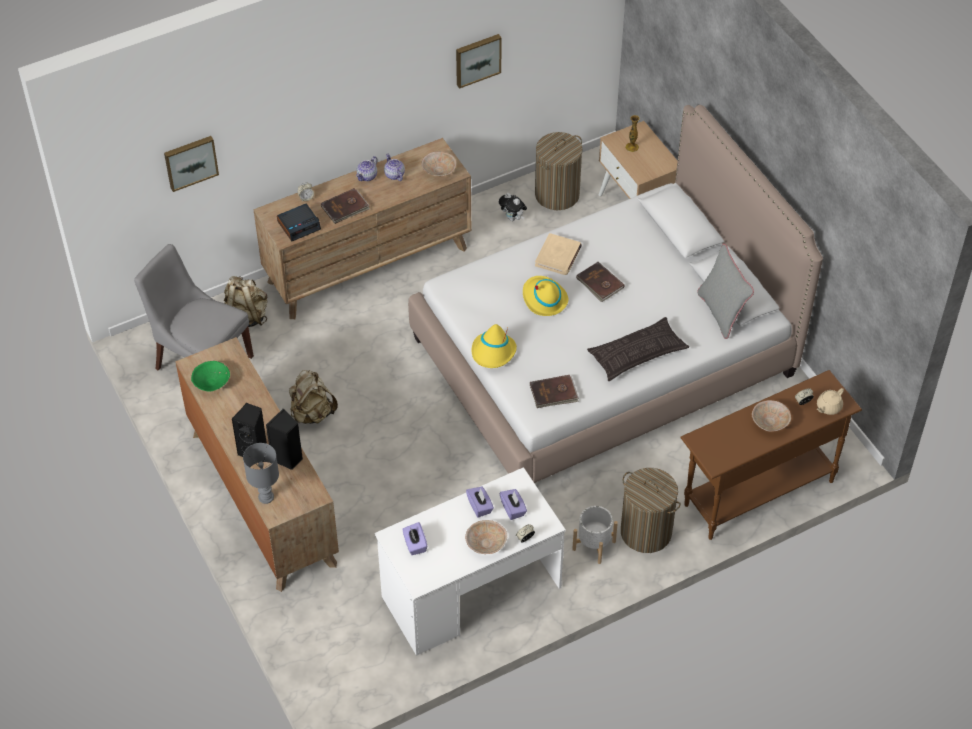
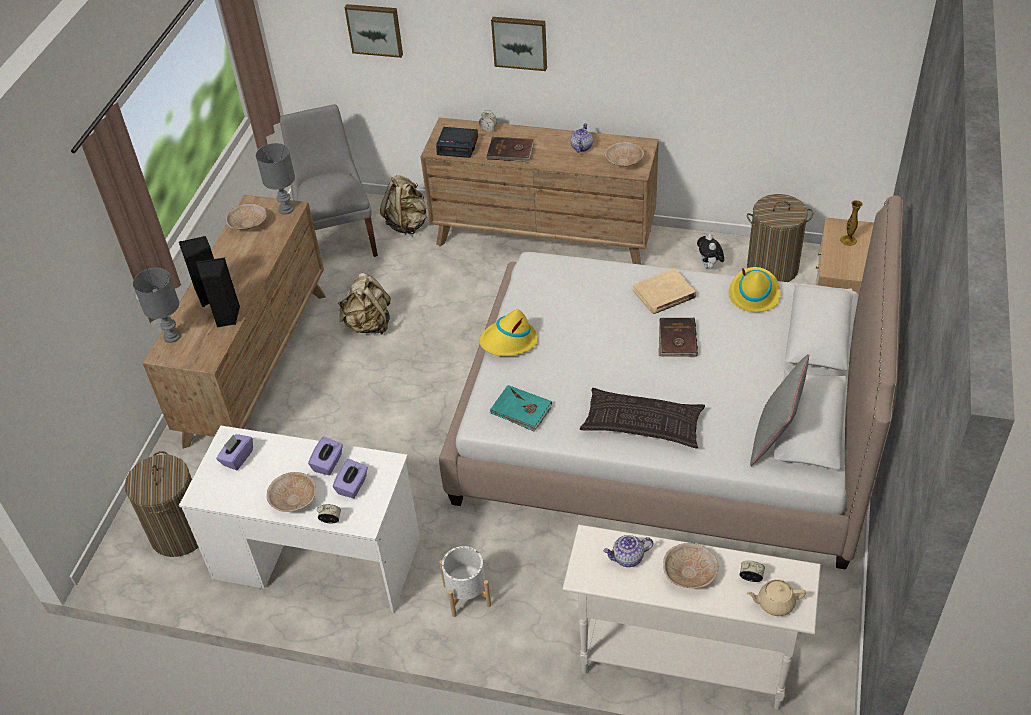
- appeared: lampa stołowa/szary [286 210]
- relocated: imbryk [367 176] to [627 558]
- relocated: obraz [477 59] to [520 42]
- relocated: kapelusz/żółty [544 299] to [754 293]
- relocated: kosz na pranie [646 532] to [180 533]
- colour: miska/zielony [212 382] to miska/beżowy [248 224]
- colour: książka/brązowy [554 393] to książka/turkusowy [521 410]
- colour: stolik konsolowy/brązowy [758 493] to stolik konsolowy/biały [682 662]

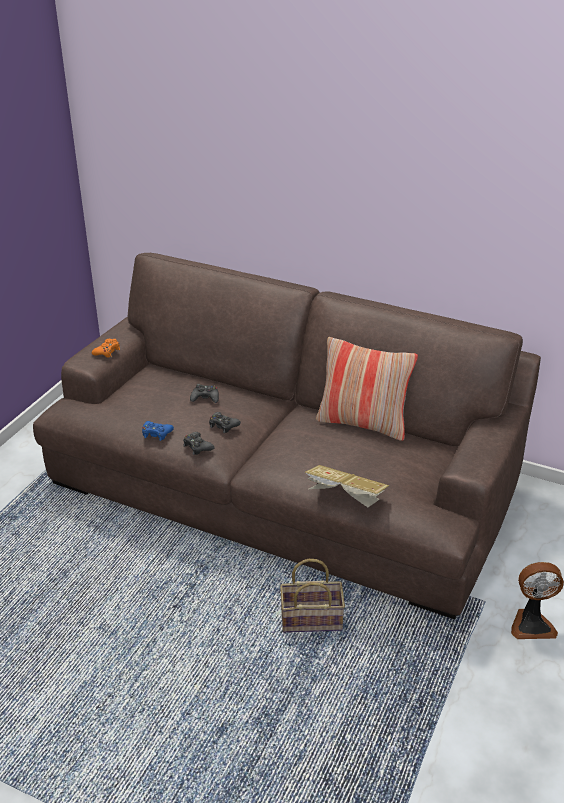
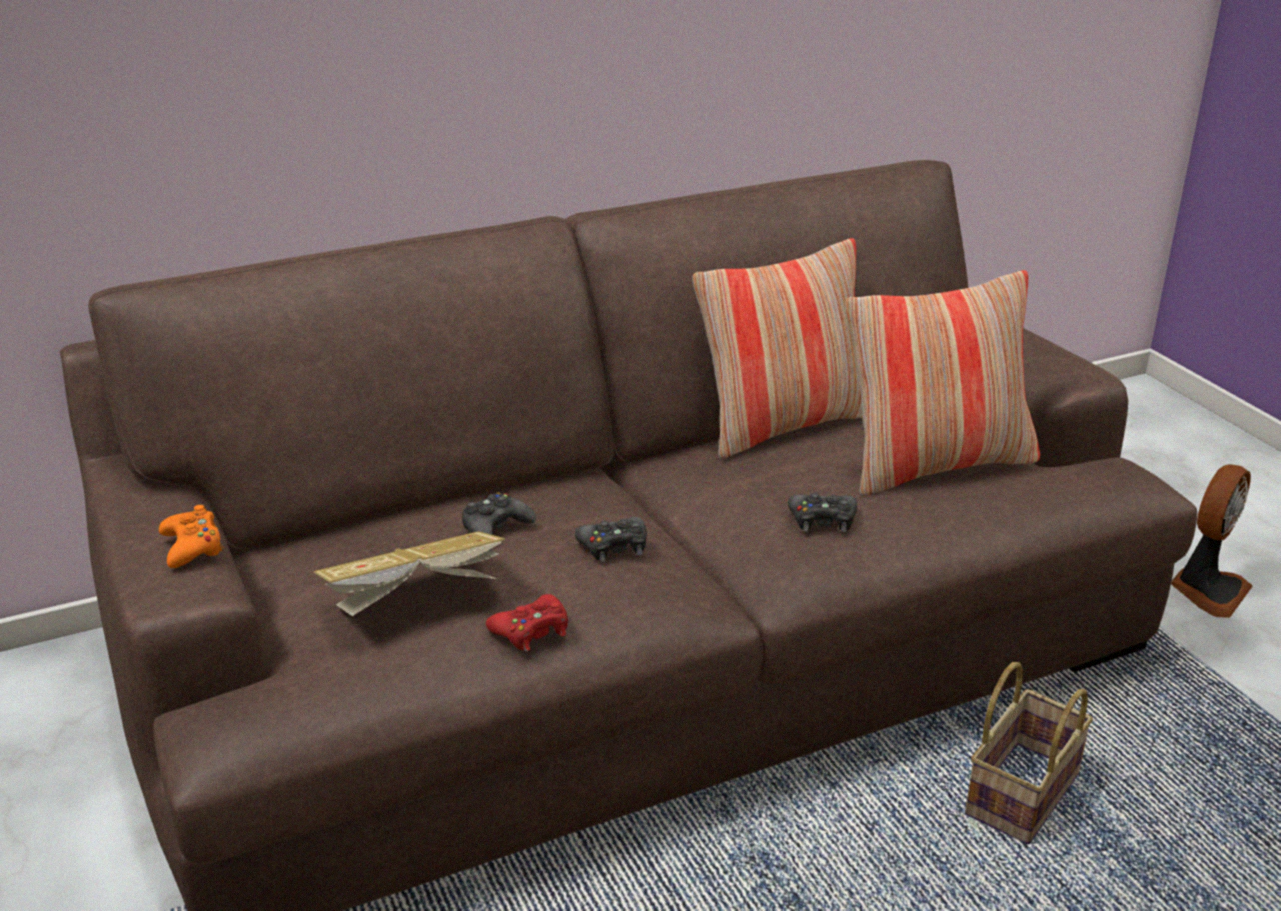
- appeared: poduszka [936 464]
- relocated: pad do gier/czarny [197 447] to [822 520]
- relocated: książka [345 498] to [414 602]
- colour: pad do gier/niebieski [156 433] to pad do gier/czerwony [531 631]

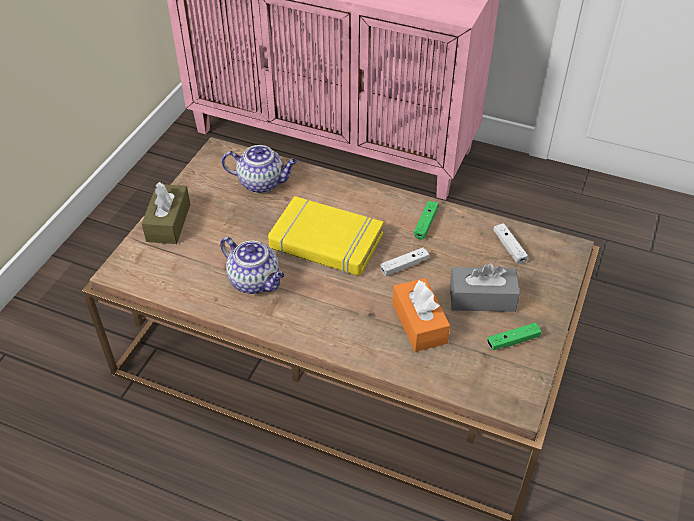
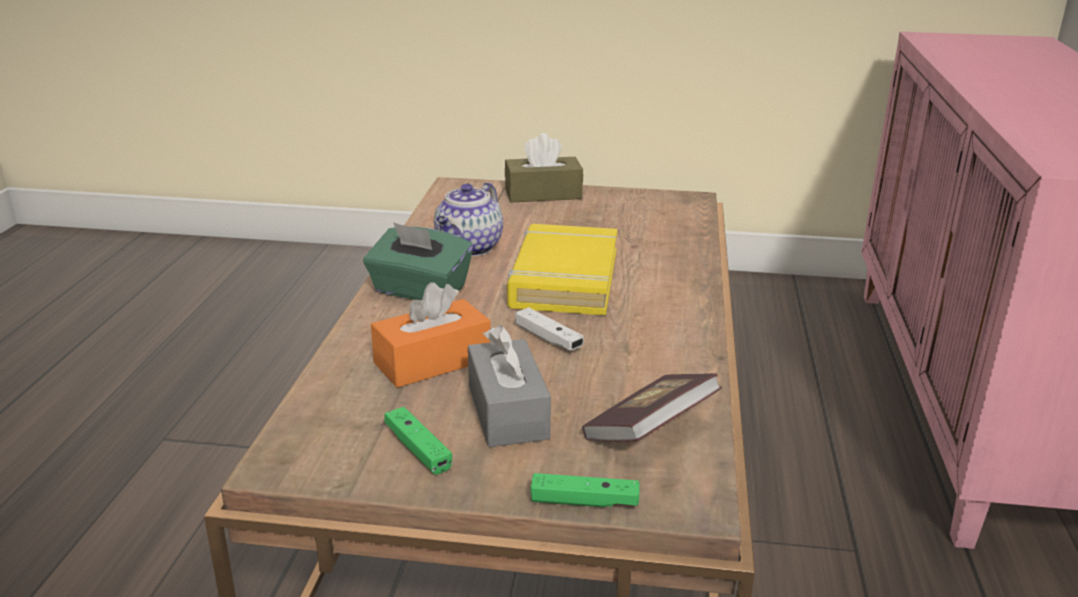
- missing: imbryk [262 183]
- appeared: pudełko chusteczek/zielony [419 291]
- relocated: pad do gier/zielony [425 224] to [584 501]
- exchanged: pad do gier/biały [509 247] to książka [650 430]

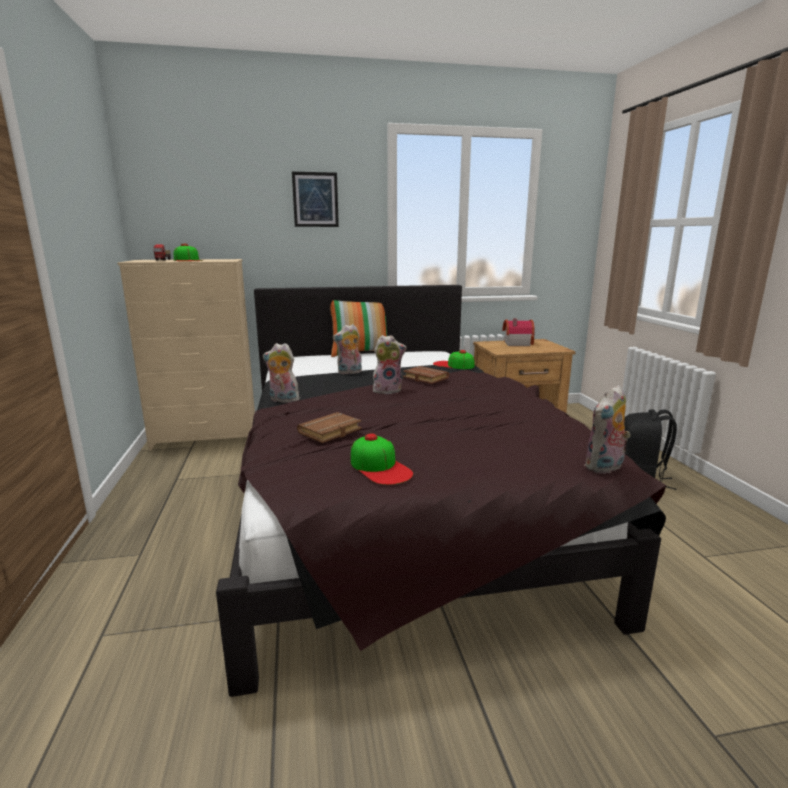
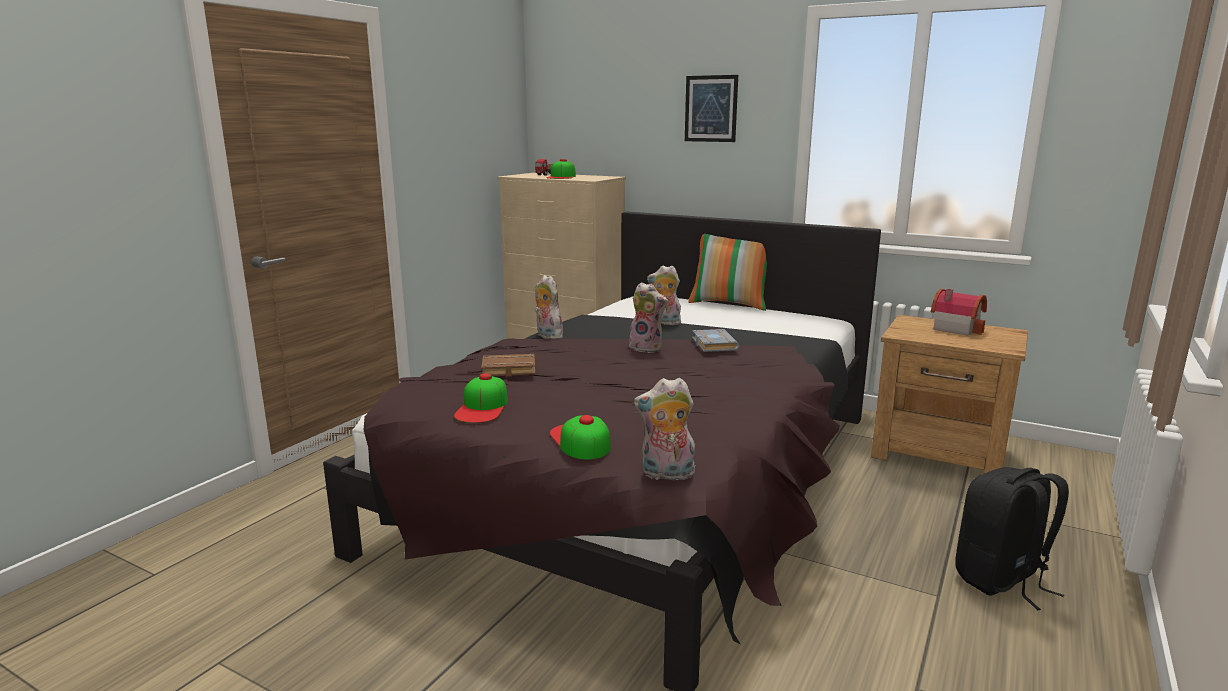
- relocated: czapka z daszkiem [453 365] to [580 440]
- colour: książka/brązowy [424 378] to książka/szary [712 344]

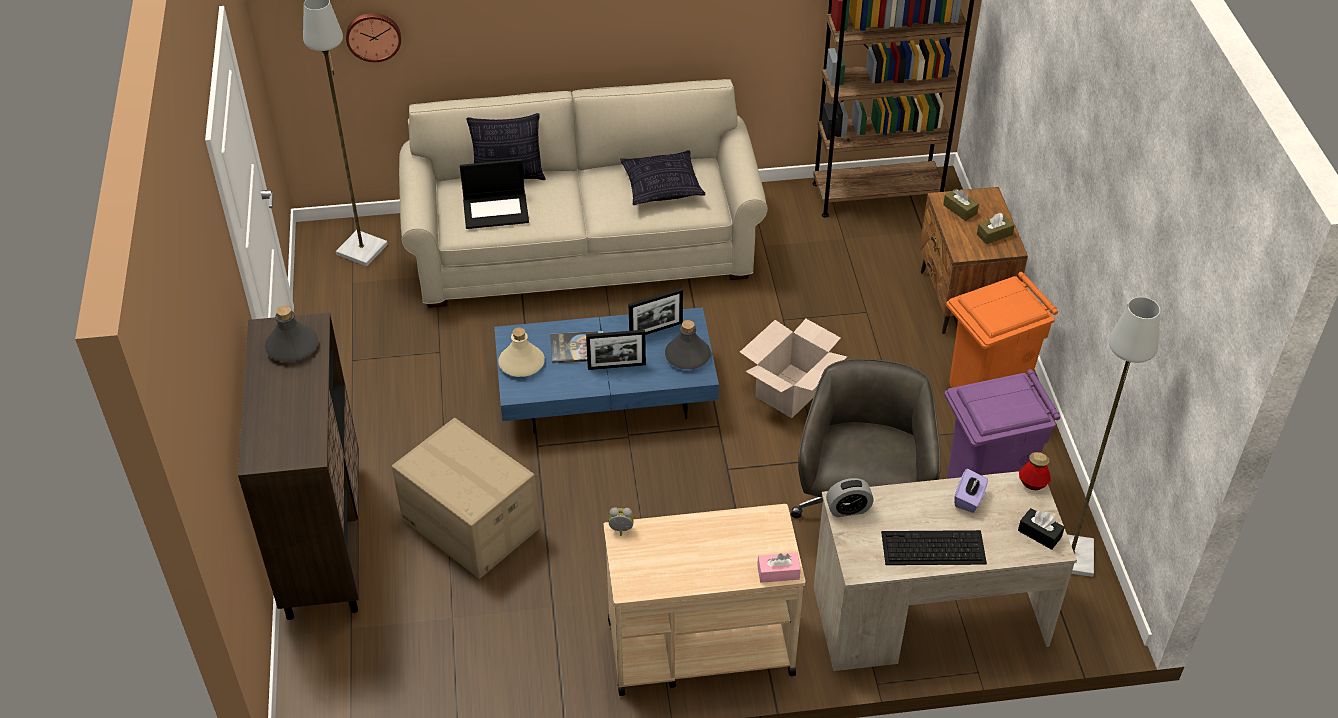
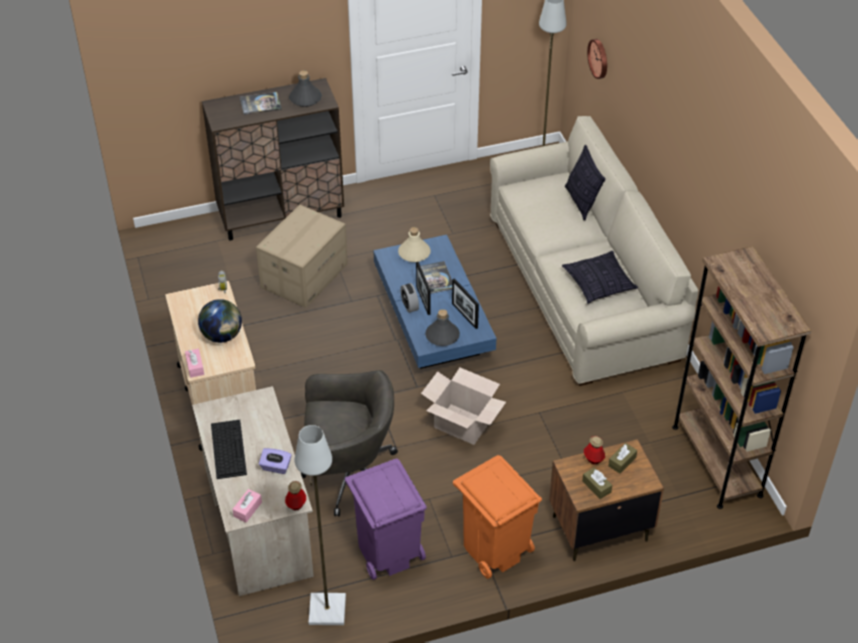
- missing: laptop [496 210]
- appeared: globus [222 335]
- appeared: książka [260 104]
- appeared: butelka [593 459]
- relocated: budzik [848 509] to [409 305]
- colour: pudełko chusteczek/czarny [1039 534] to pudełko chusteczek/różowy [247 509]

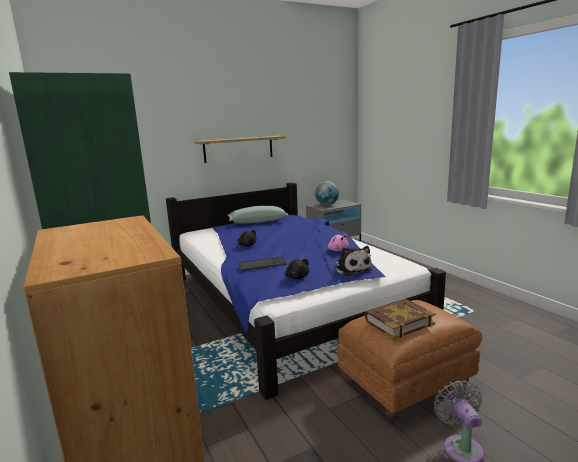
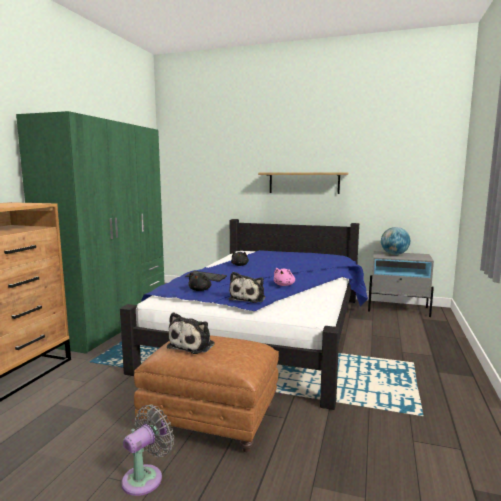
- missing: poduszka/zielony [258 221]
- exchanged: książka [399 322] to pluszak [193 345]

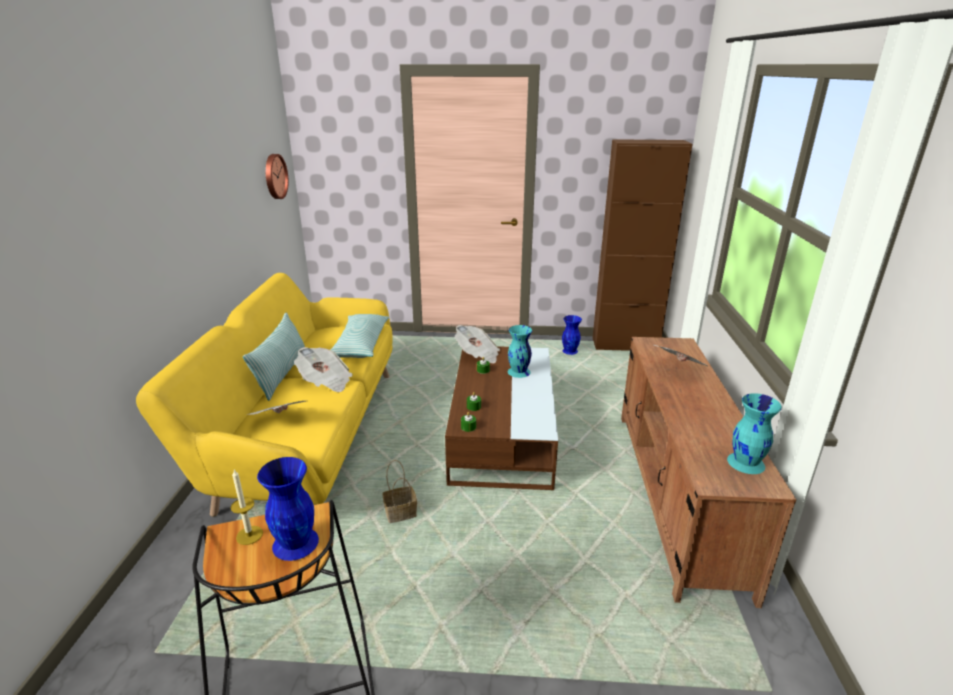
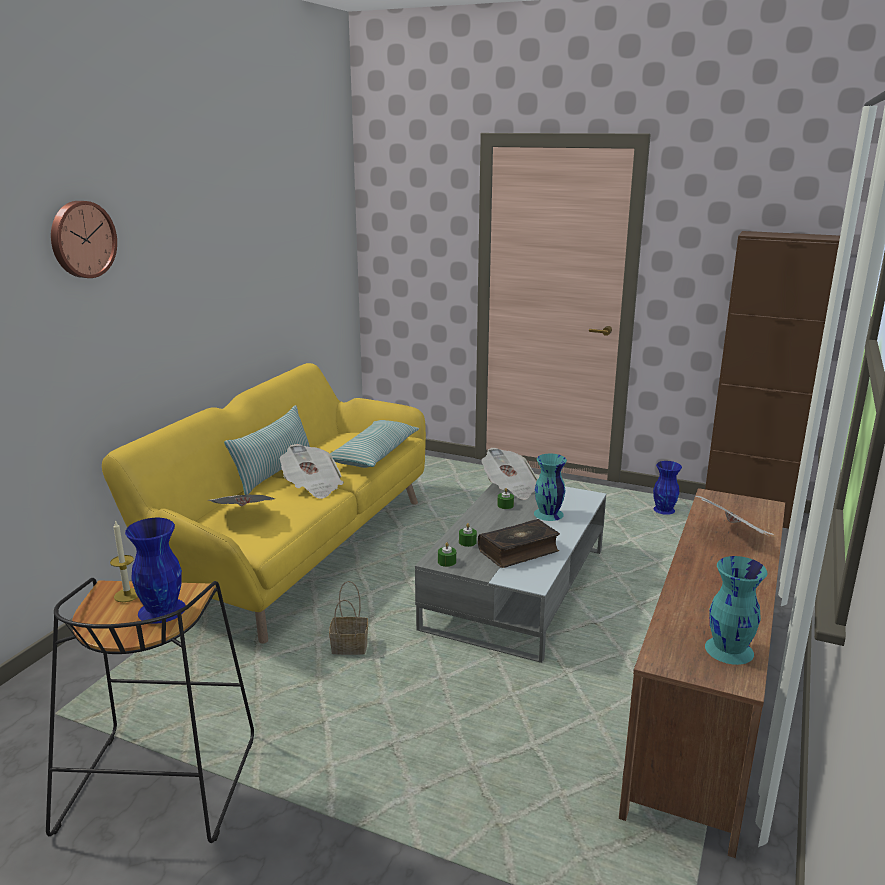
- appeared: książka [519 551]
- relocated: zegar ścienny [274 176] to [81 239]
- colour: ława/brązowy [502 433] to ława/szary [516 588]

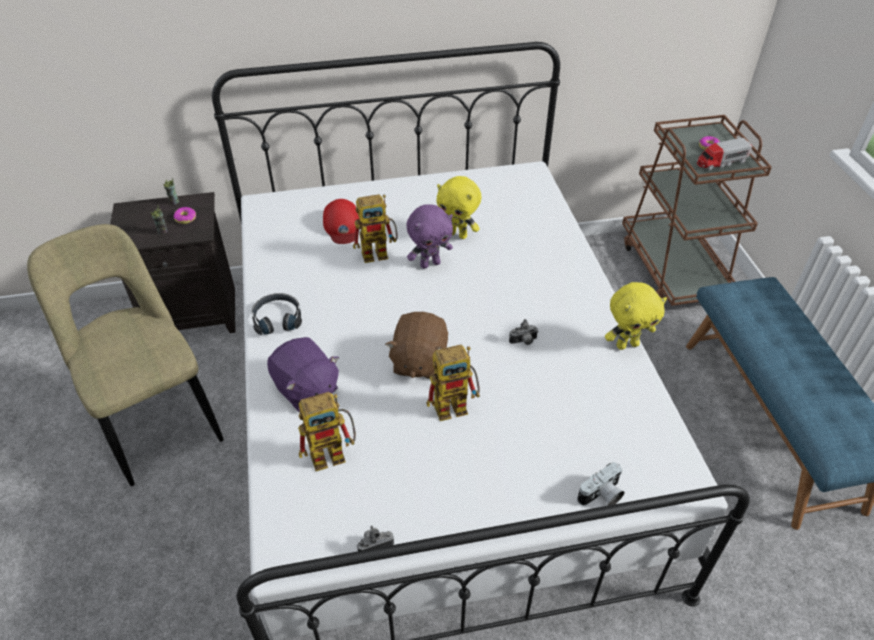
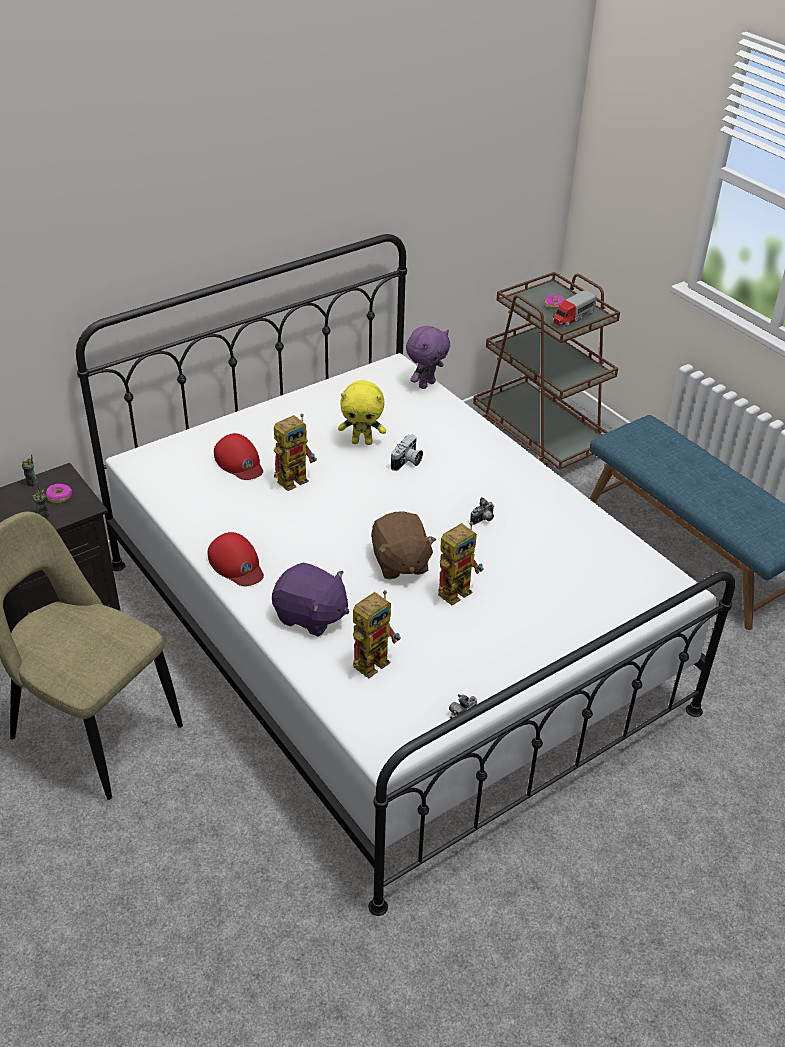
- missing: pluszak/żółty [627 344]
- relocated: pluszak/fioletowy [430 264] to [426 384]
- relocated: aparat fotograficzny [601 496] to [407 462]
- exchanged: słuchawki/czarny [277 318] to czapka z daszkiem/czerwony [236 564]

